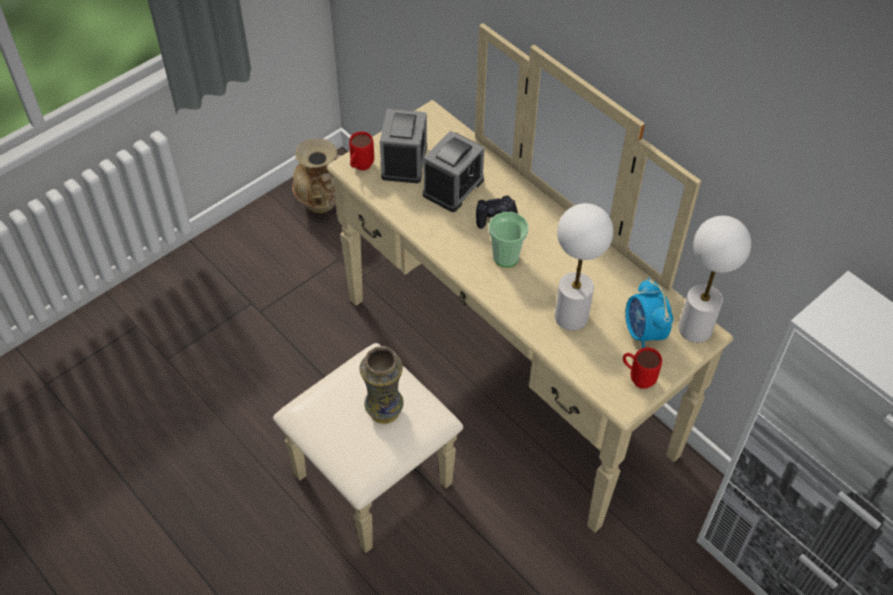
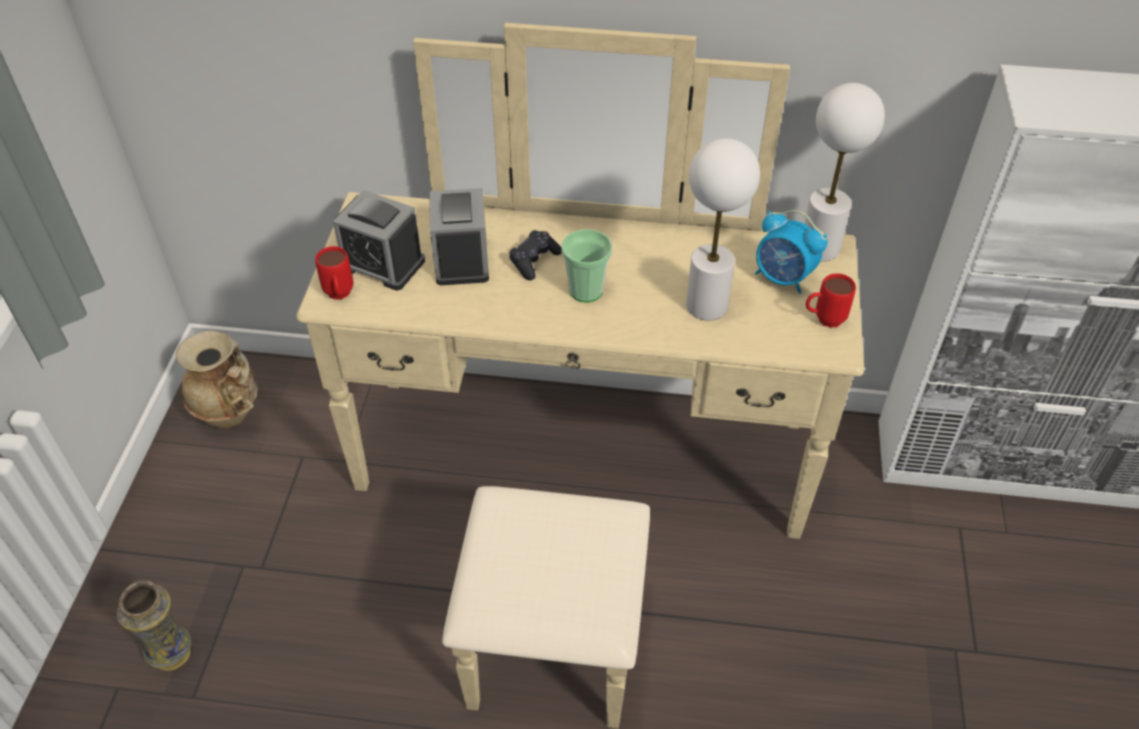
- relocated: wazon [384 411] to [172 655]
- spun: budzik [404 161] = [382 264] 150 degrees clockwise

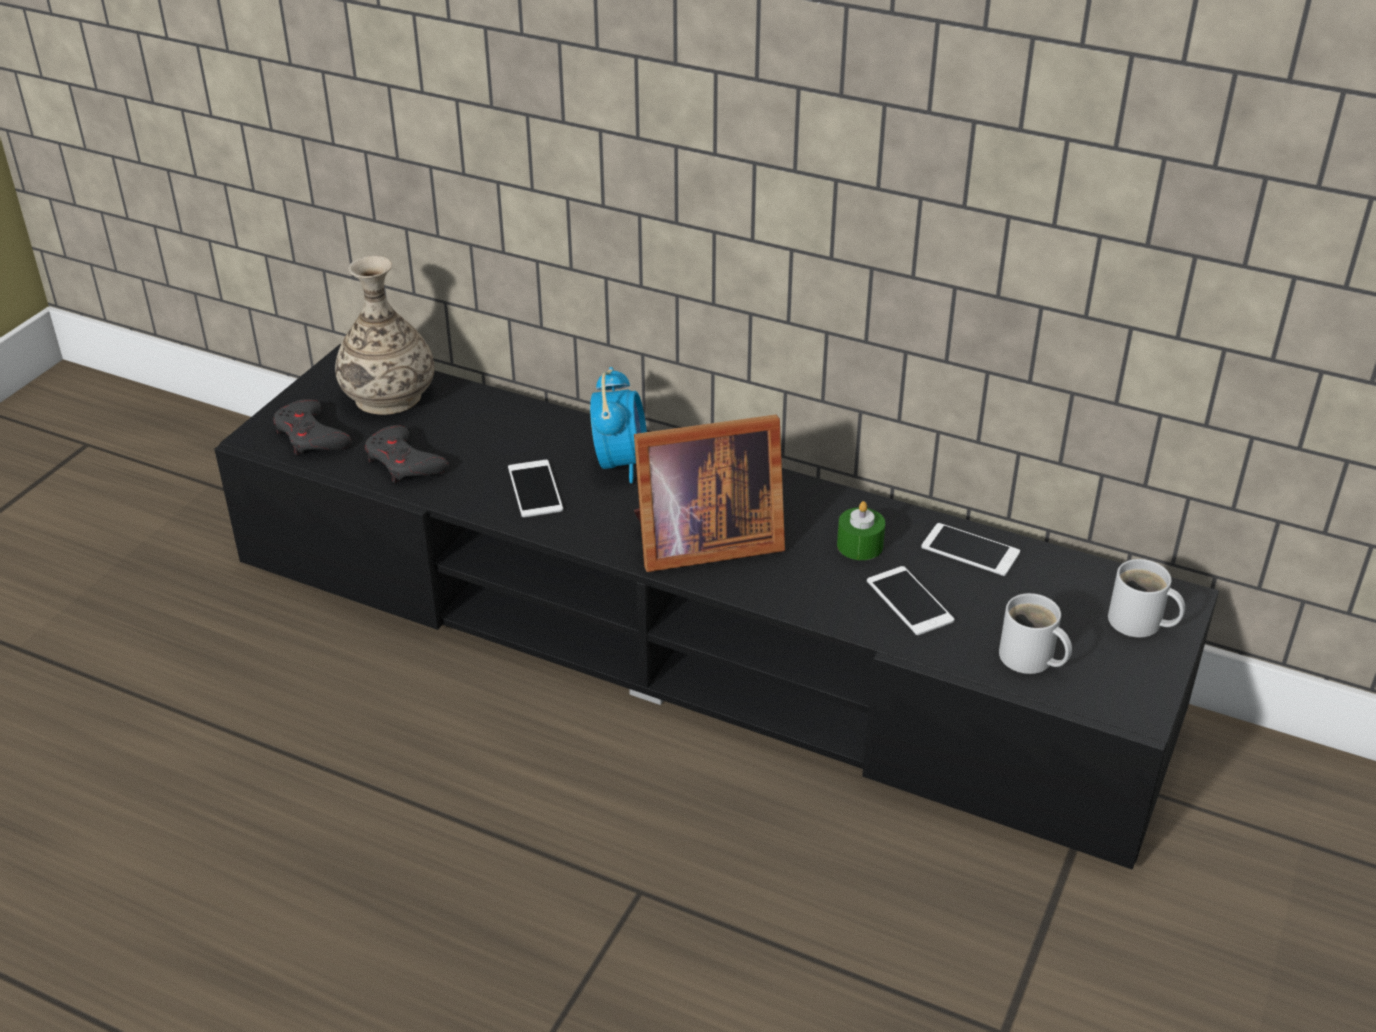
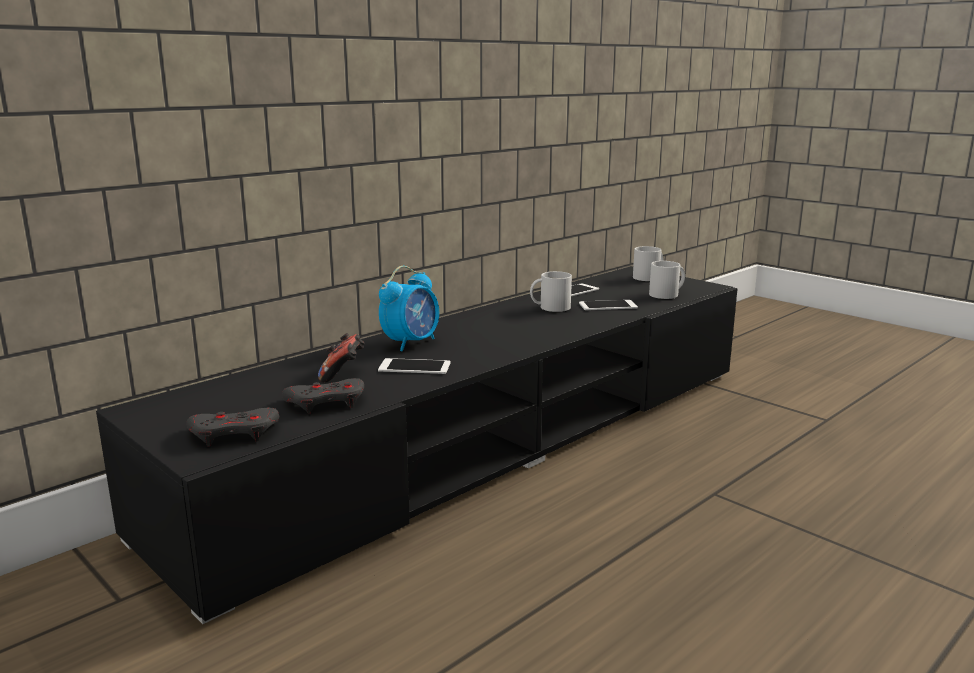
- missing: wazon [388 395]
- missing: ramka na zdjęcie [701 542]
- appeared: pad do gier [343 374]
- exchanged: świeca/zielony [860 545] to kubek/biały [552 307]
- spun: budzik [620 463] = [411 343] 105 degrees clockwise

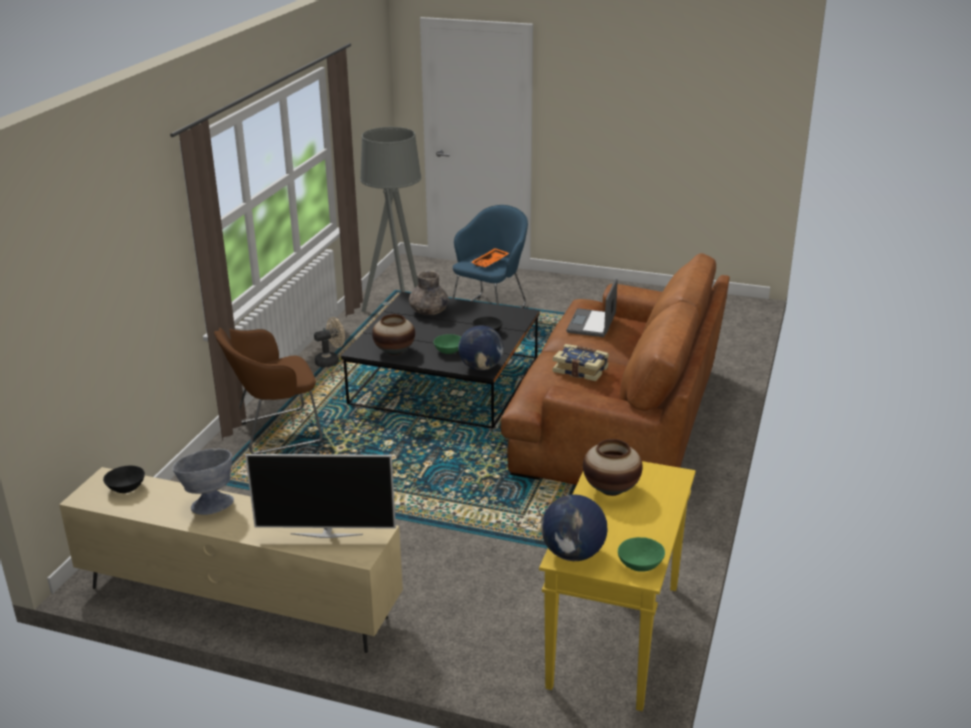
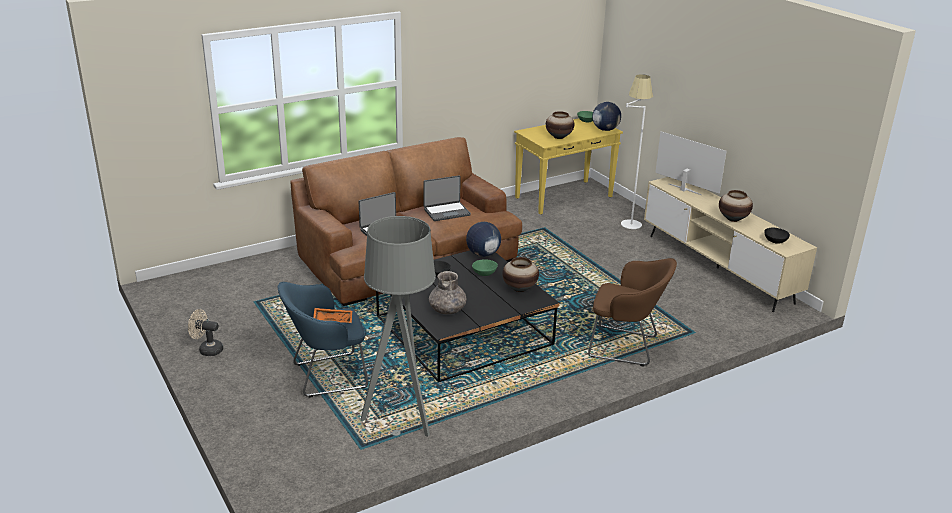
- appeared: lampa stojąca/biały [628 220]
- relocated: wentylator/beżowy [331 361] to [207 349]
- exchanged: miska/szary [209 503] to wazon [733 219]
- exchanged: książka [581 369] to laptop [446 212]

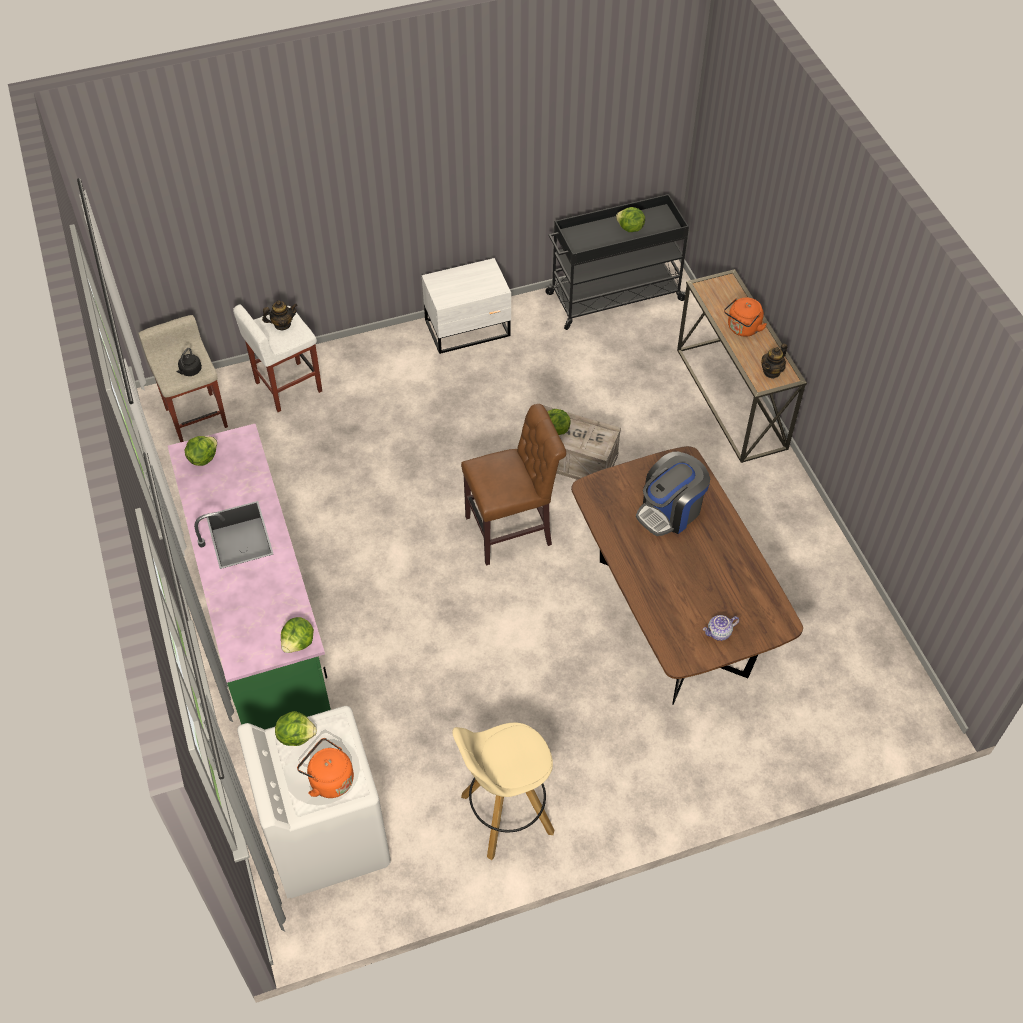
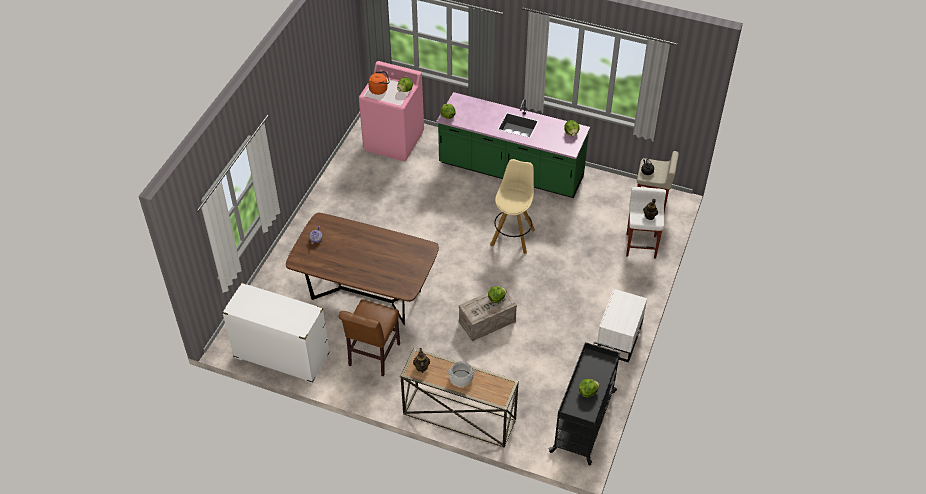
- missing: ekspres do kawy [670 511]
- appeared: komoda/biały [281 357]
- relocated: stołek/beżowy [505 815] to [512 237]
- relocated: krzesło/brązowy [513 530] to [372 357]
- exchanged: czajnik/pomarańczowy [742 329] to garnek [461 378]
- colour: pralka/biały [326 836] to pralka/różowy [394 141]

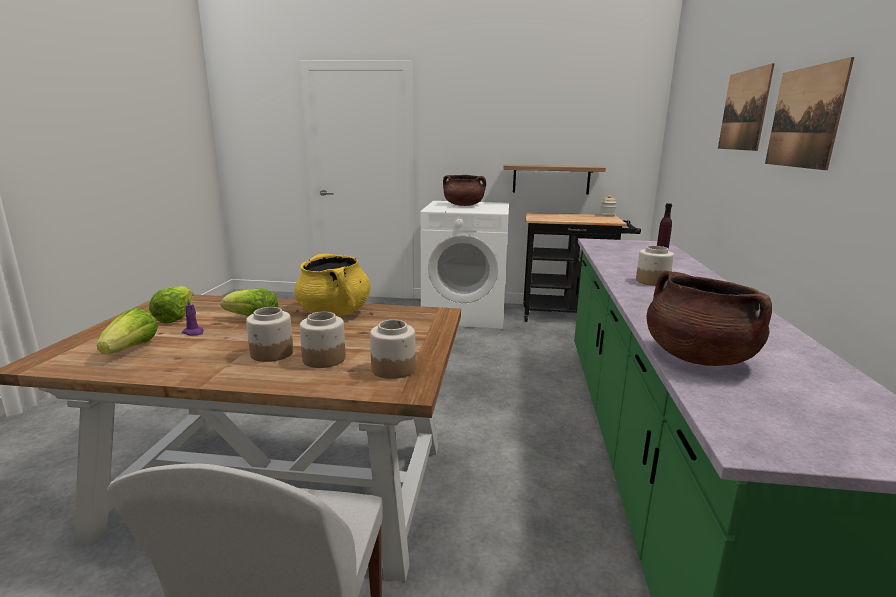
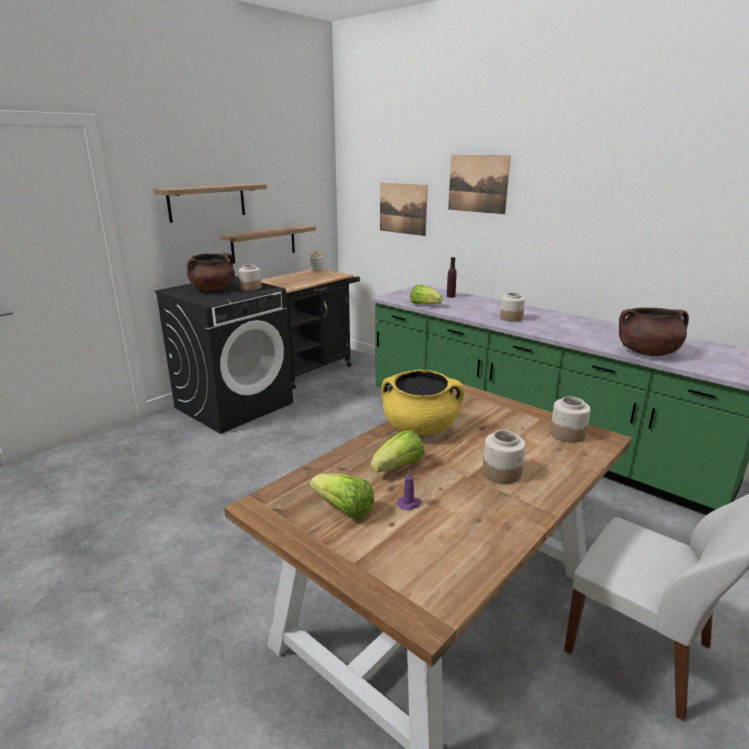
- appeared: półka [207 202]
- relocated: sałata [131 349] to [424 305]
- relocated: słoik [323 359] to [250 288]
- relocated: obraz [804 117] to [403 208]
- colour: pralka/biały [465 314] to pralka/czarny [234 405]

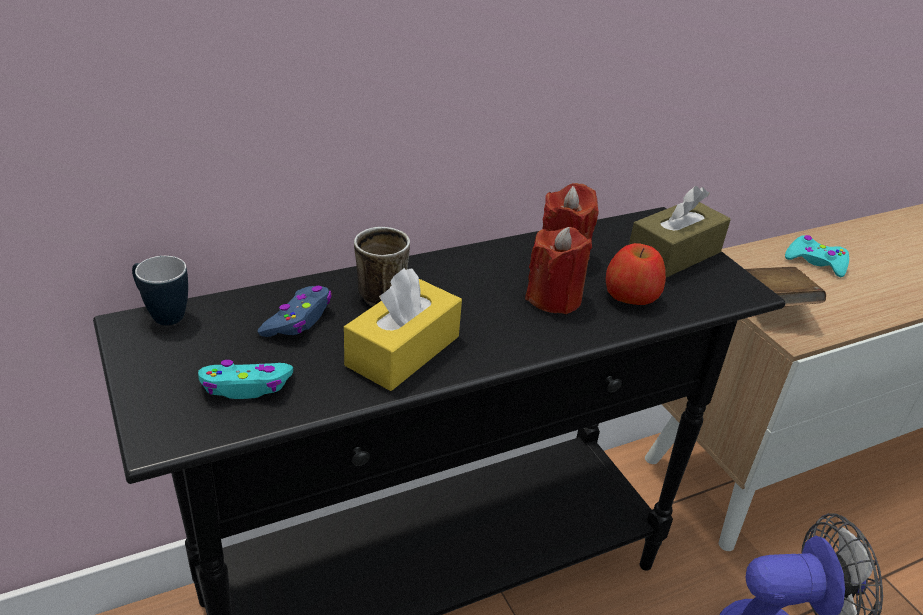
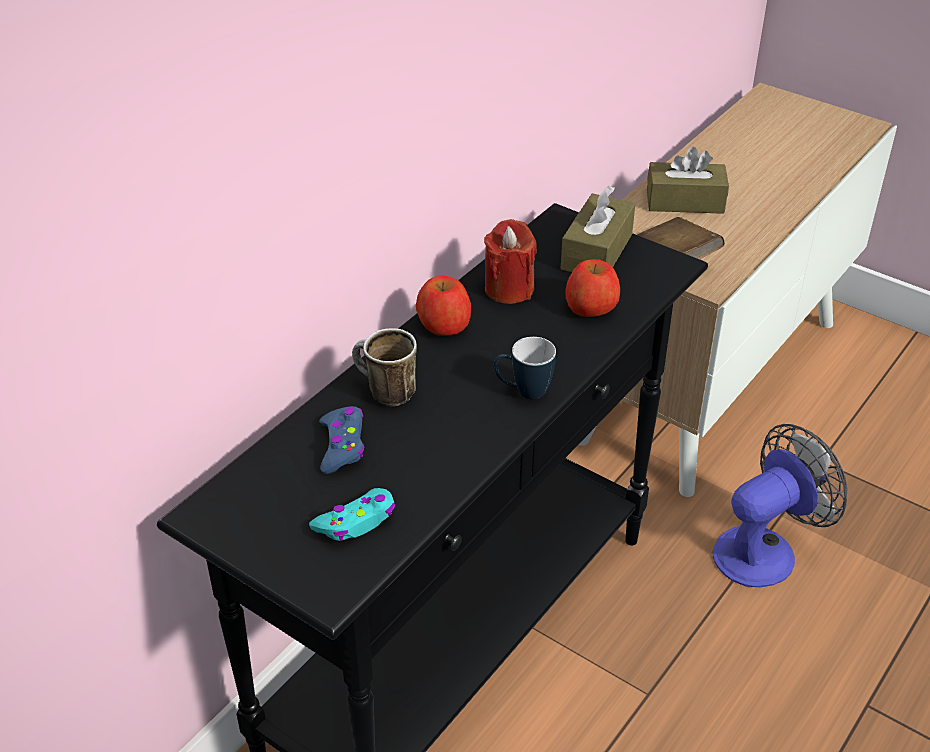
- missing: pudełko chusteczek/żółty [403 351]
- missing: świeca/czerwony [554 298]
- appeared: jabłko [444 324]
- relocated: kubek [162 315] to [523 392]
- exchanged: pad do gier/turkusowy [815 262] to pudełko chusteczek/brązowy [685 201]

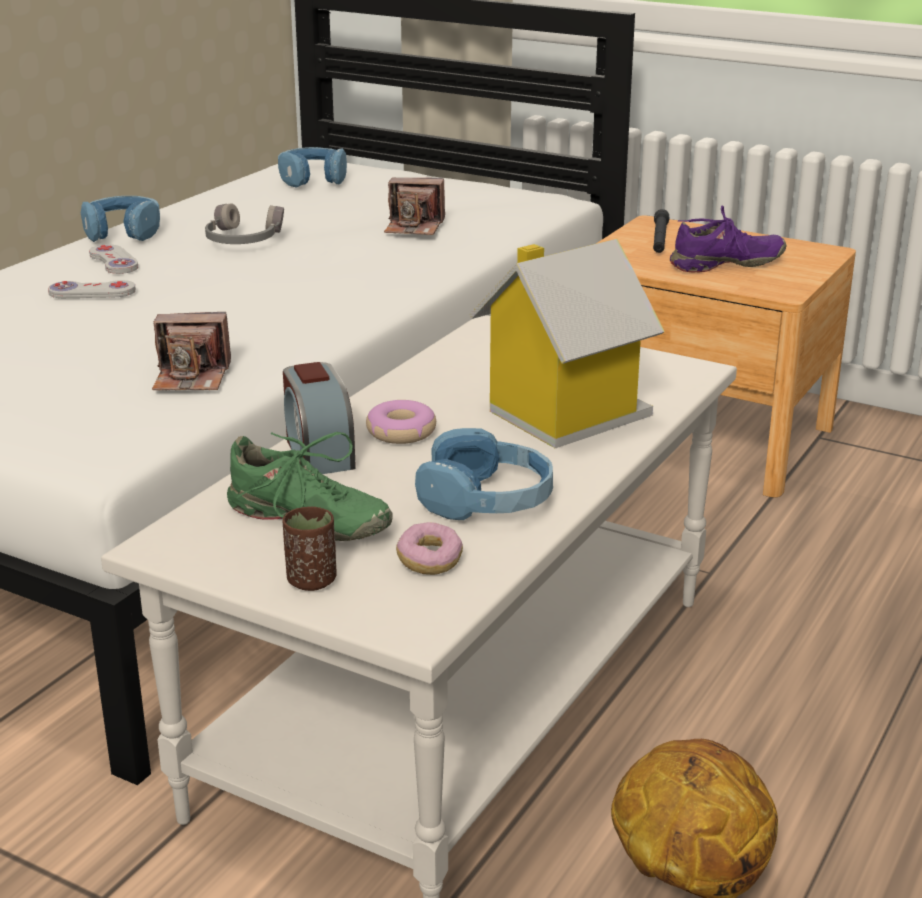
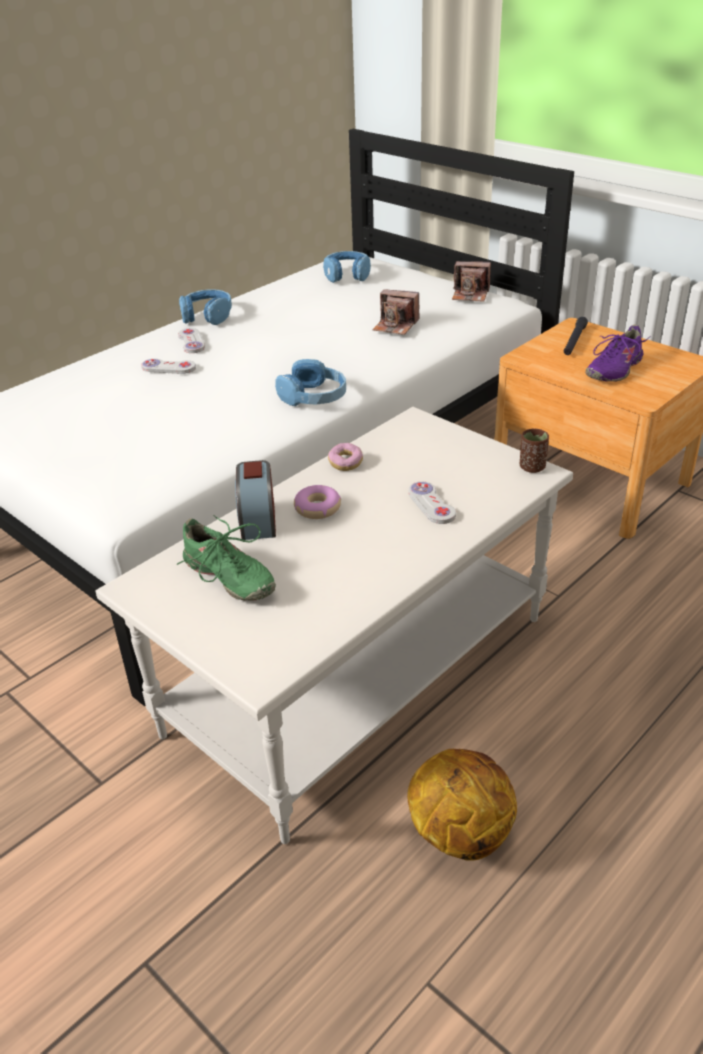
- missing: słuchawki/szary [242 240]
- relocated: aparat fotograficzny [192 377] to [470 294]
- relocated: filiżanka/brązowy [311 581] to [532 467]
- relocated: donut [429 561] to [345 463]
- relocated: słuchawki/niebieski [487 500] to [313 397]
- exchanged: domek [563 414] to pad do gier/biały [431 504]
- spun: but/fioletowy [726 264] = [613 369] 135 degrees clockwise

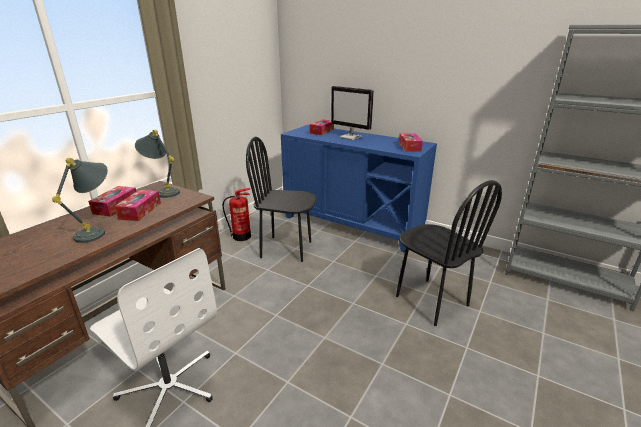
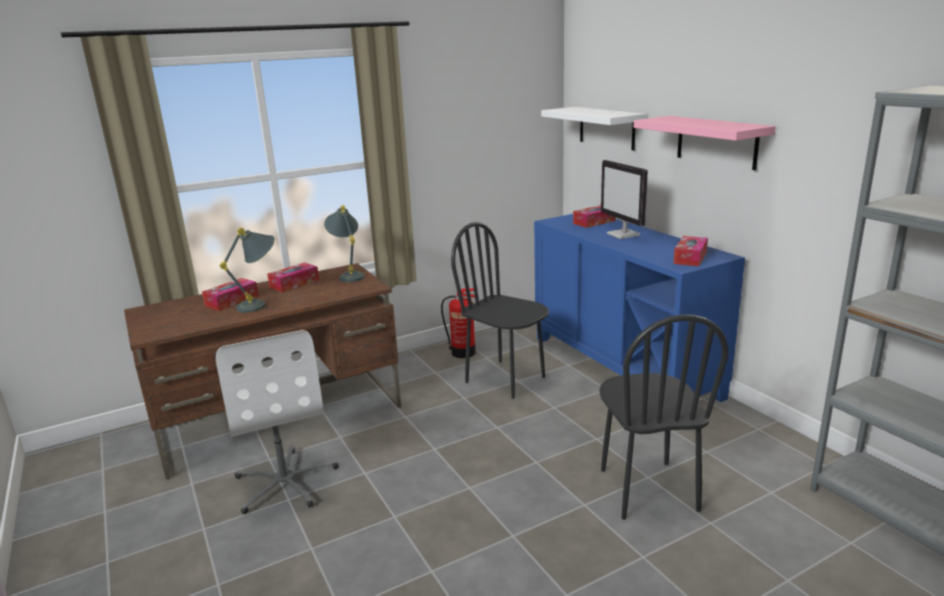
- appeared: półka/biały [606 128]
- appeared: półka/różowy [716 142]
- relocated: pudełko chusteczek [140 211] to [232 301]

